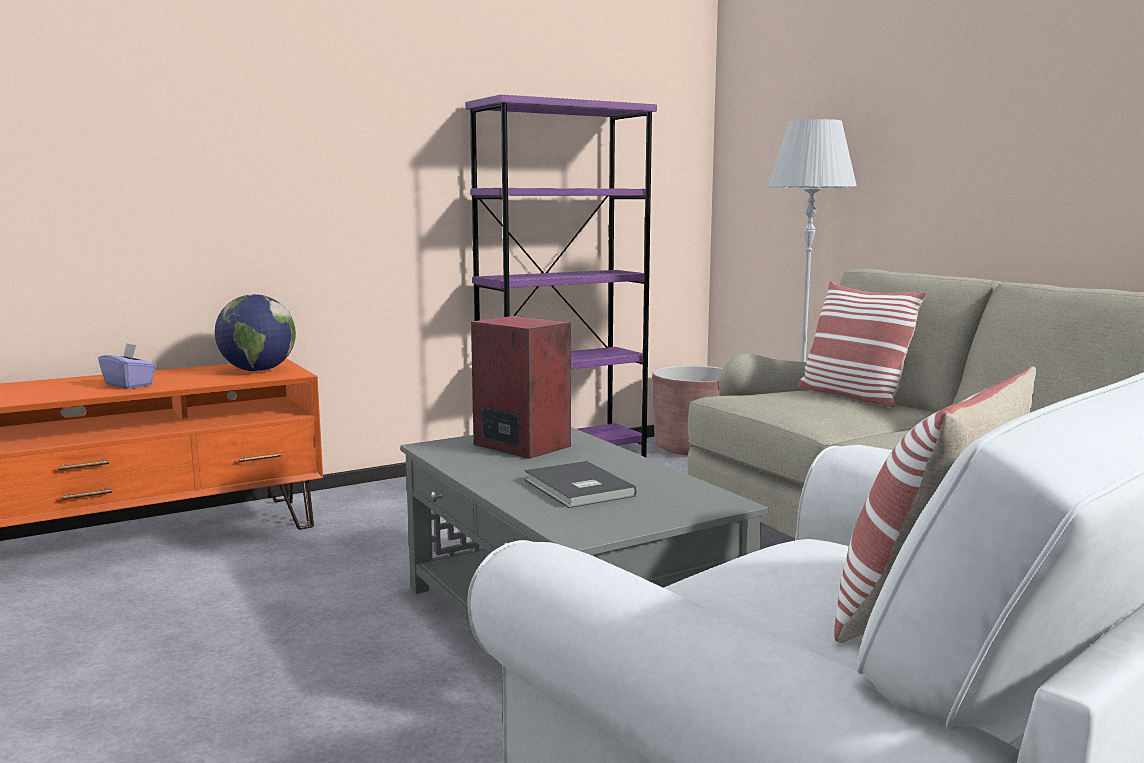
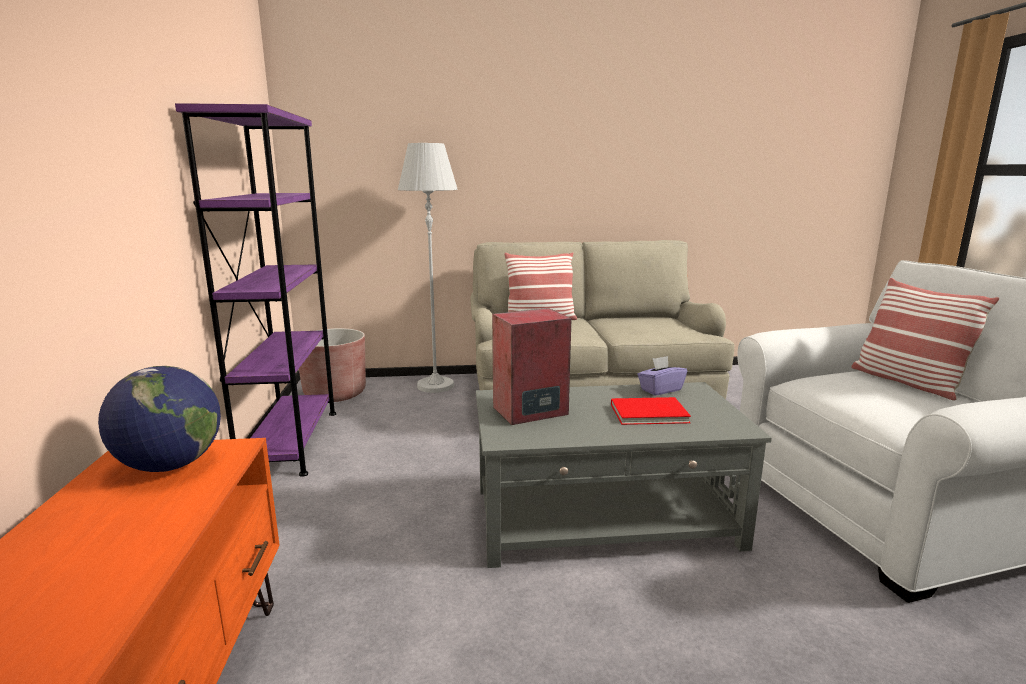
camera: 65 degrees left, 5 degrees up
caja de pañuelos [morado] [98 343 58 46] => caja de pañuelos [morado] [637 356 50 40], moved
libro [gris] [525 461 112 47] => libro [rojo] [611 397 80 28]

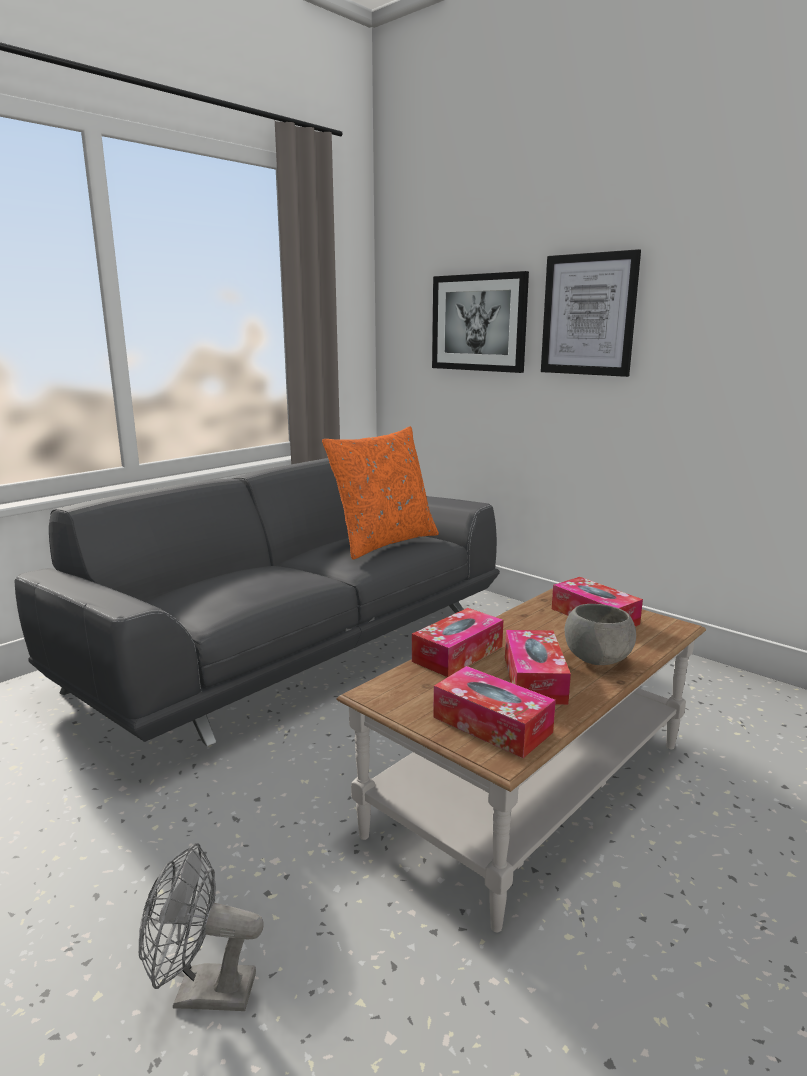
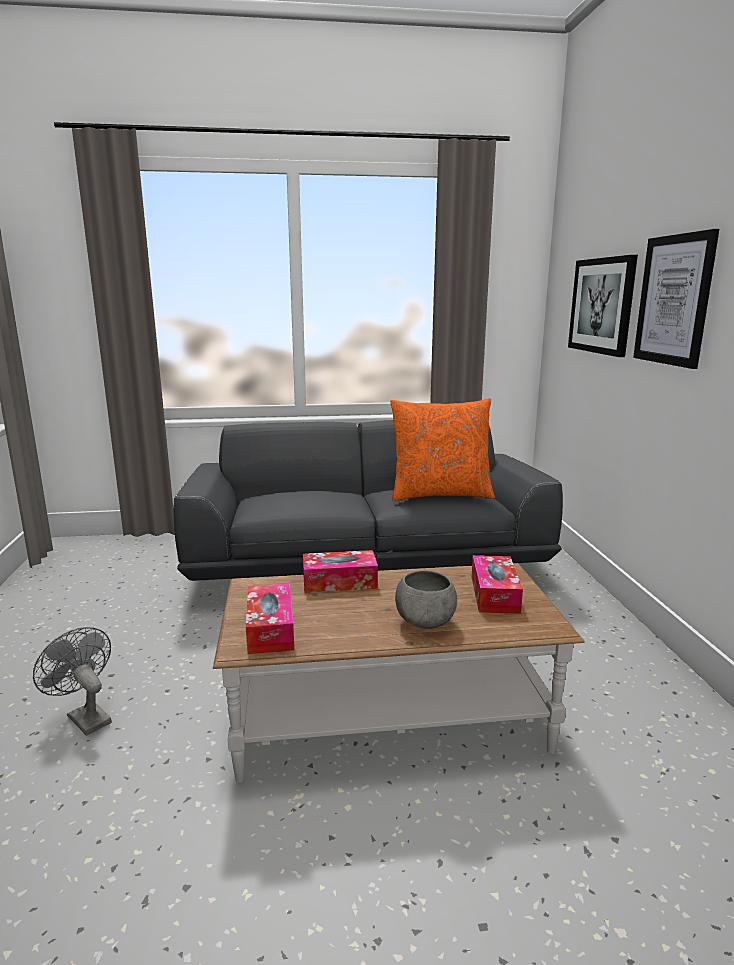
camera: 40 degrees right, 0 degrees up
caja de pañuelos [505 630 66 75] => nothing

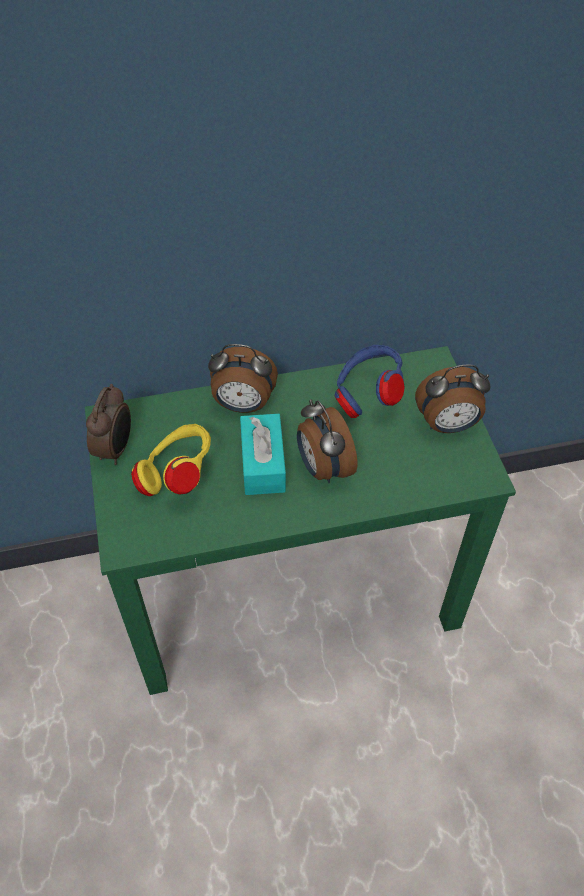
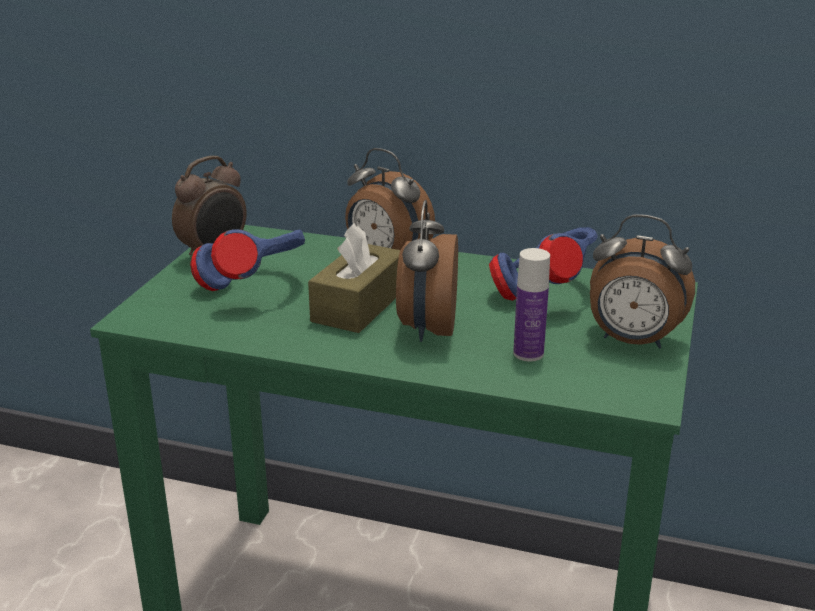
camera: 30 degrees right, 25 degrees down
caja de pañuelos [turquesa] [240 414 46 81] => caja de pañuelos [marrón] [308 223 92 110]
auriculares [amarillo] [131 424 80 72] => auriculares [azul] [190 229 115 62]
nothing => botella [513 248 37 113]

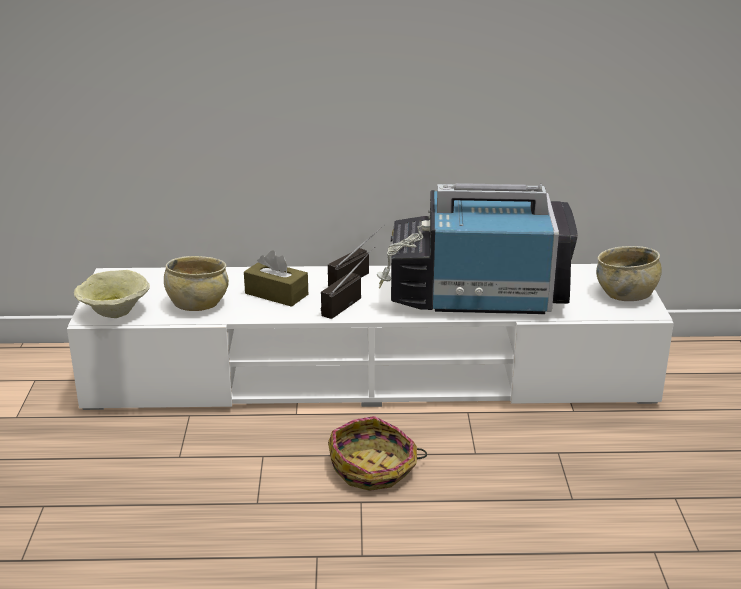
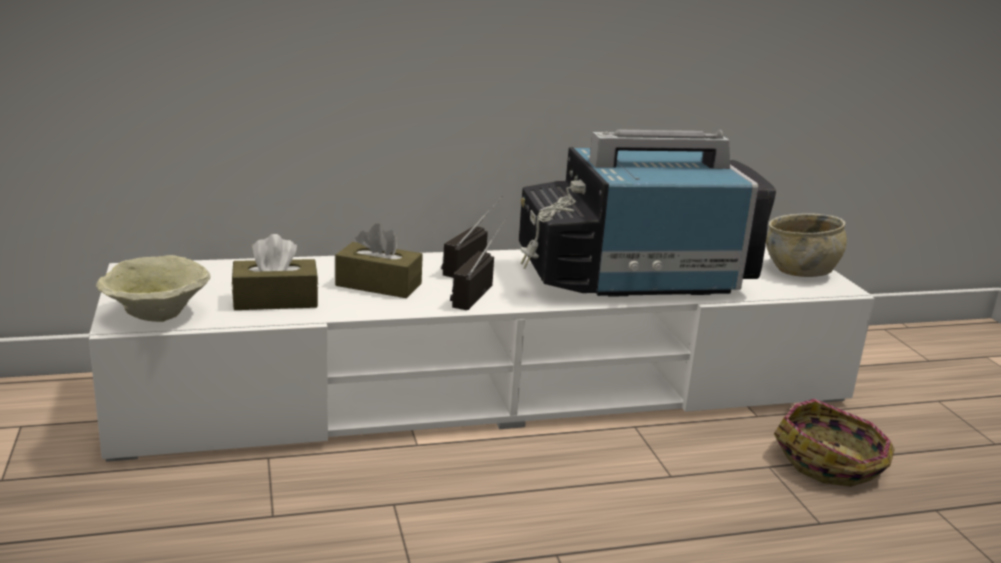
camera: 15 degrees left, 5 degrees down
cuenco [beis] [164 256 65 55] => caja de pañuelos [marrón] [232 234 86 76]
cesta [328 416 99 75] => cesta [774 399 121 88], moved

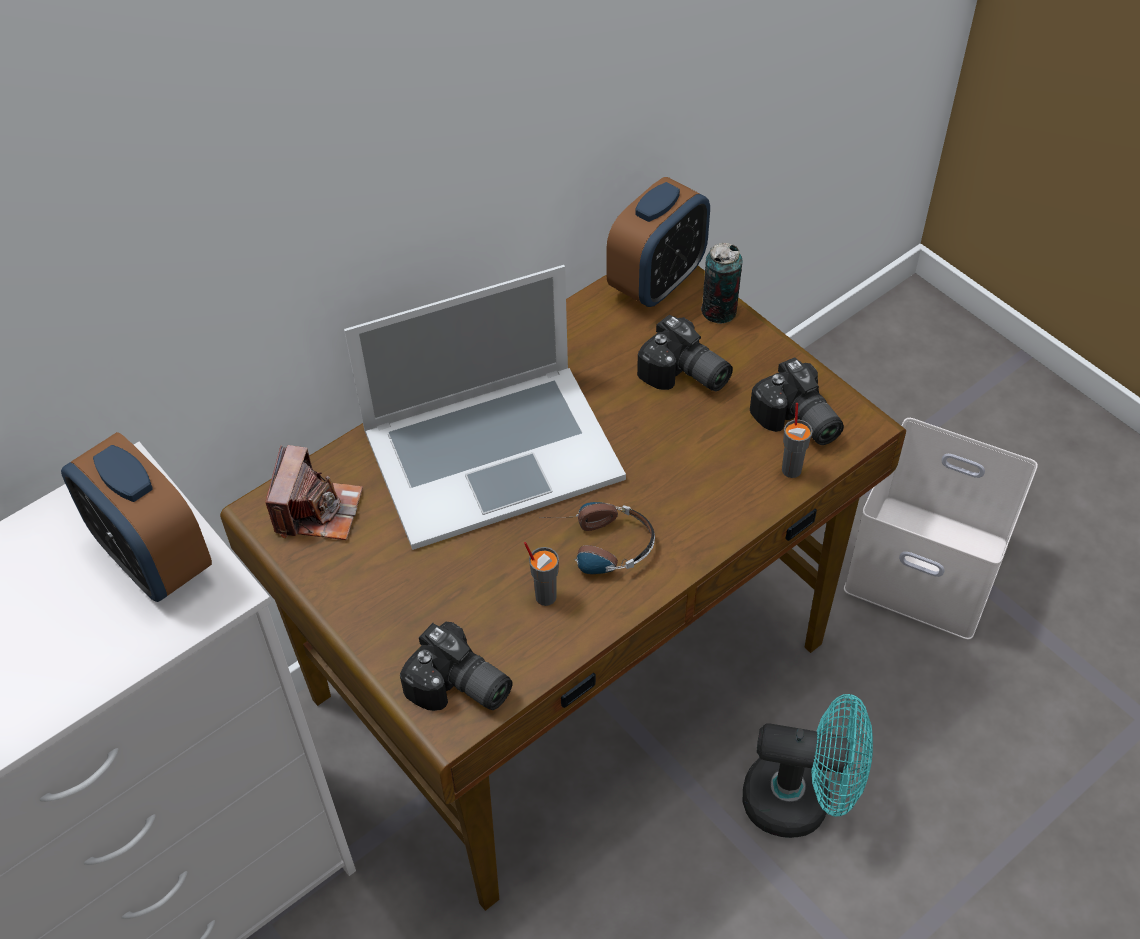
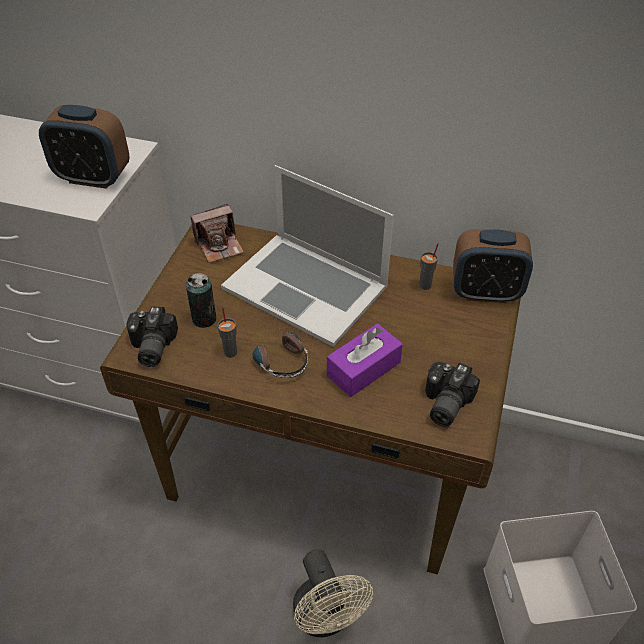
camera: 55 degrees right, 5 degrees down
lata [701 243 41 81] => lata [186 273 30 55], moved
cámara [637 315 96 76] => nothing
taza [gris] [782 403 30 75] => taza [gris] [419 243 20 47], moved
despertador [61 432 151 170] => despertador [39 105 91 84], 90 degrees counterclockwise
ventilador [turquesa] [743 694 130 144] => ventilador [beis] [293 550 80 87]
nothing => caja de pañuelos [morado] [327 323 76 74]

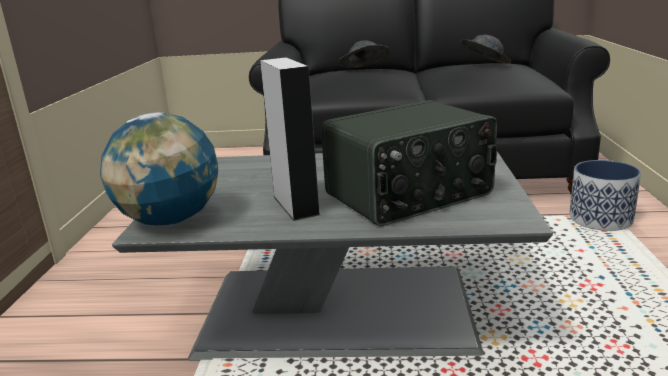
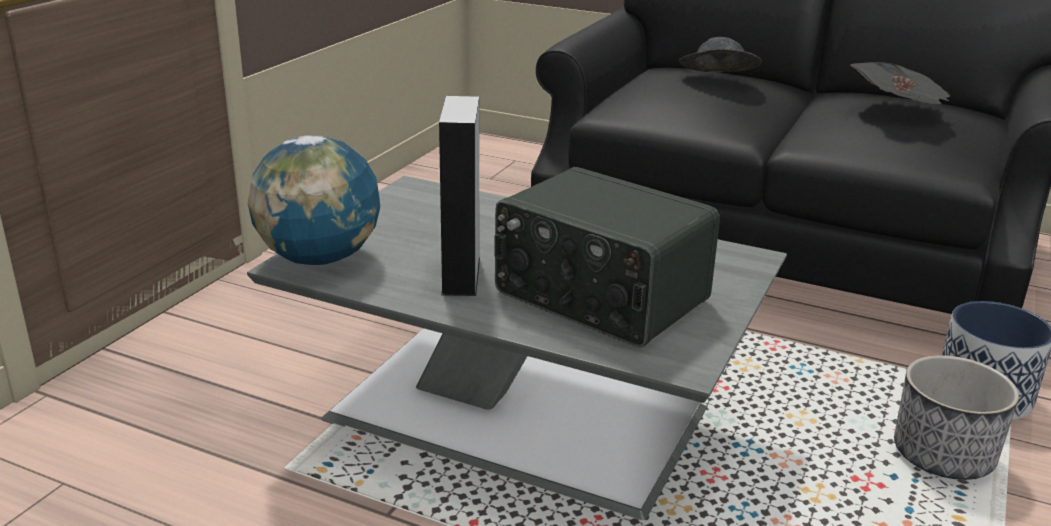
camera: 20 degrees right, 5 degrees up
sombrero [gris] [460 35 51 28] => periódico [851 62 100 42]
radio [321 100 176 126] => radio [494 167 226 180], 45 degrees clockwise
nothing => maceta [894 355 125 125]

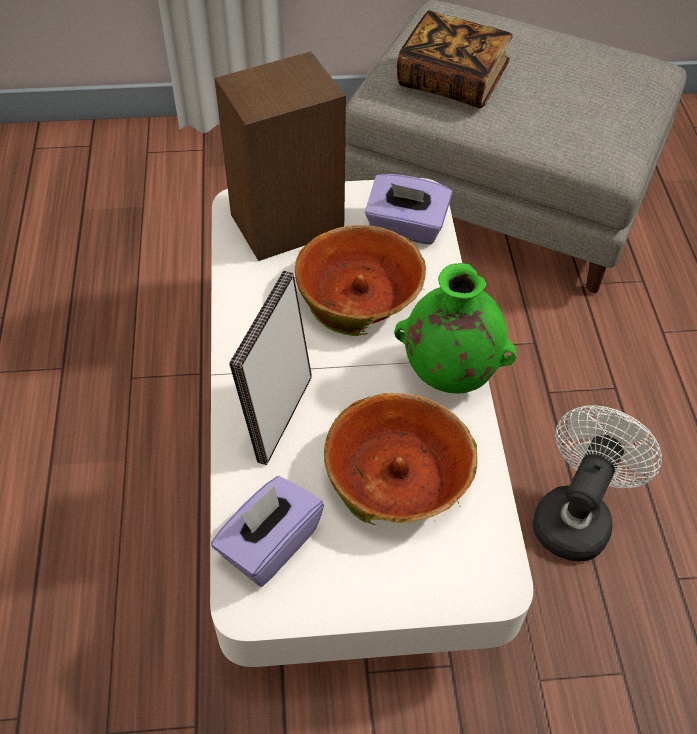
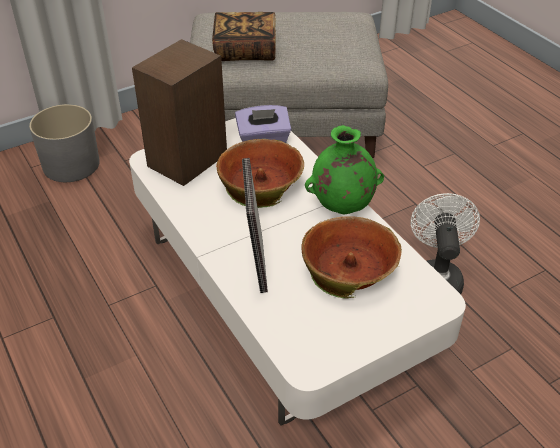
camera: 25 degrees left, 10 degrees down
caja de pañuelos [morado] [211 476 113 111] => nothing
nothing => maceta [gris] [29 104 71 78]

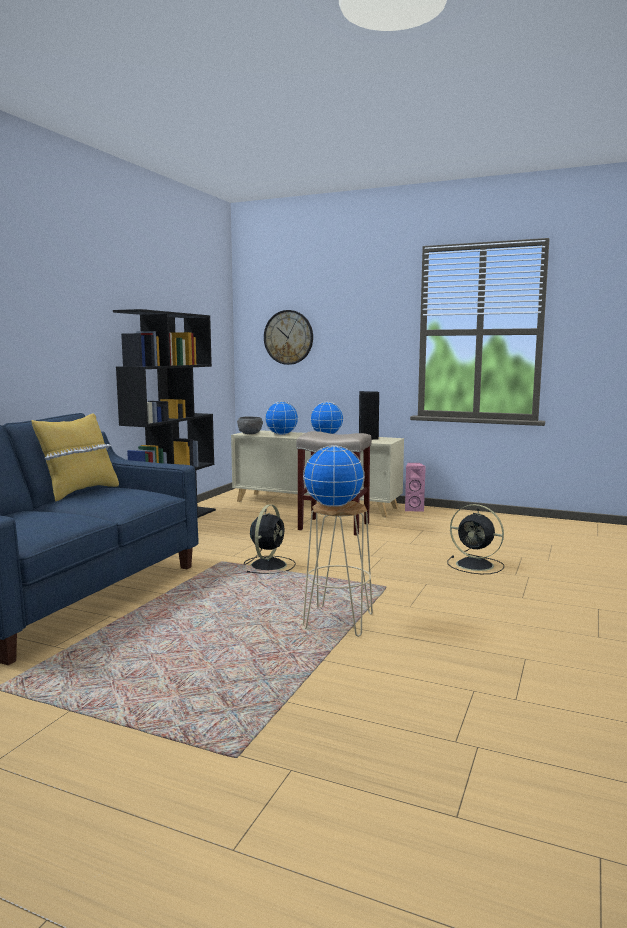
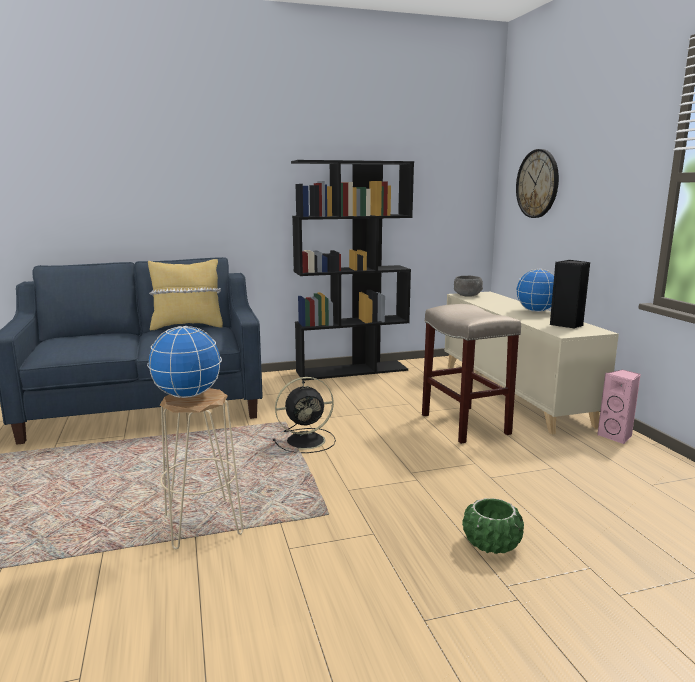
camera: 50 degrees right, 5 degrees up
globo terráqueo [265 401 33 34] => nothing
ventilador [negro] [448 504 56 70] => maceta [verde] [462 498 62 56]

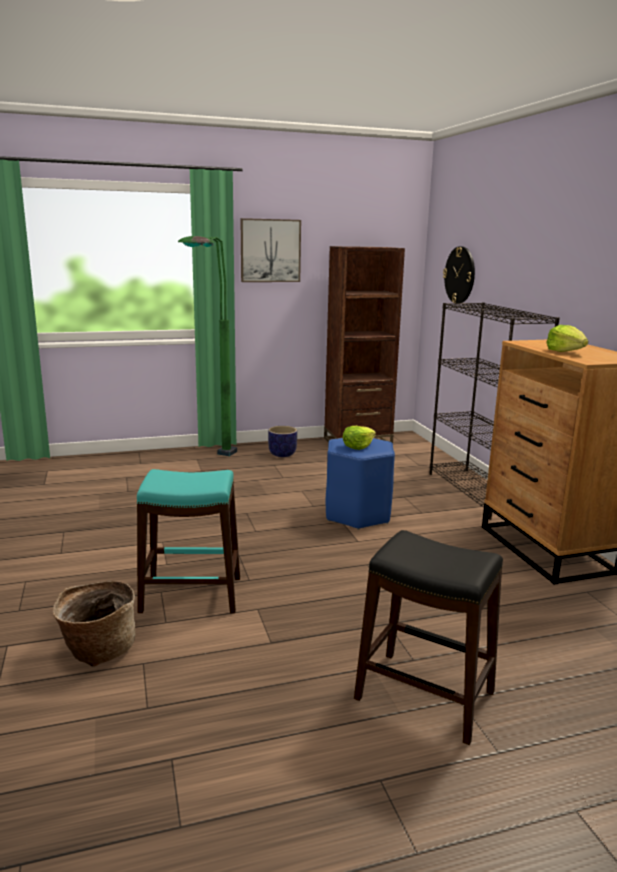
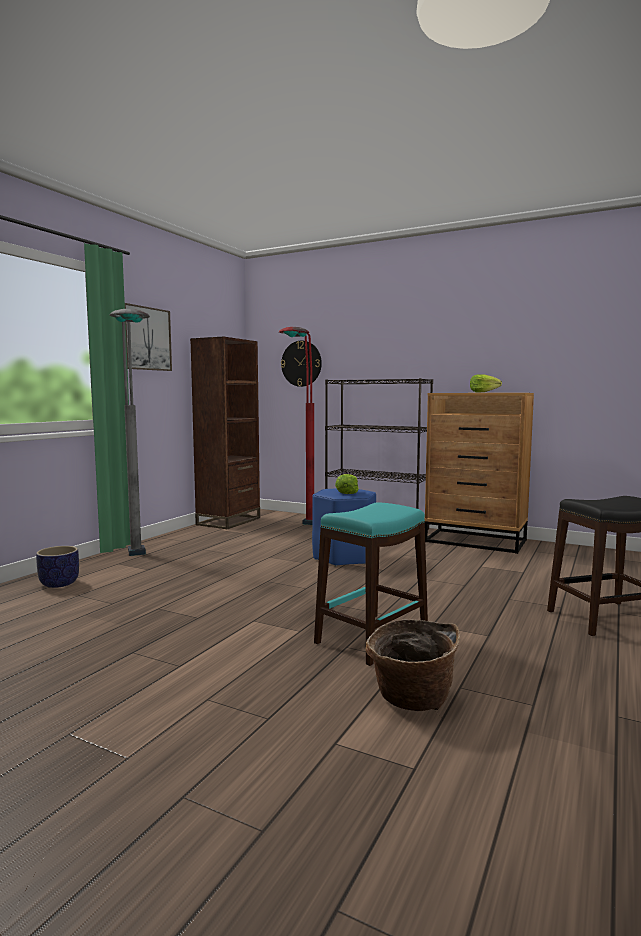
camera: 45 degrees left, 10 degrees down
lámpara de pie [verde] [178 236 59 220] => lámpara de pie [gris] [110 309 40 247]
maceta [268 426 29 31] => maceta [36 546 43 42], moved
nothing => lámpara de pie [rojo] [279 327 35 198]

